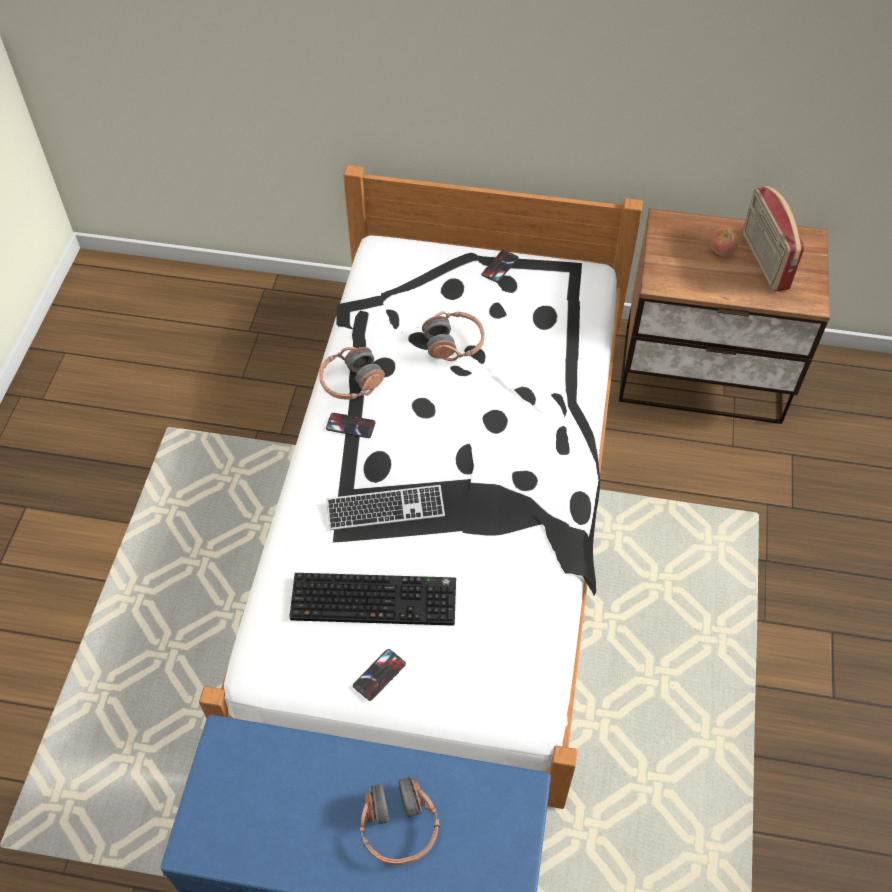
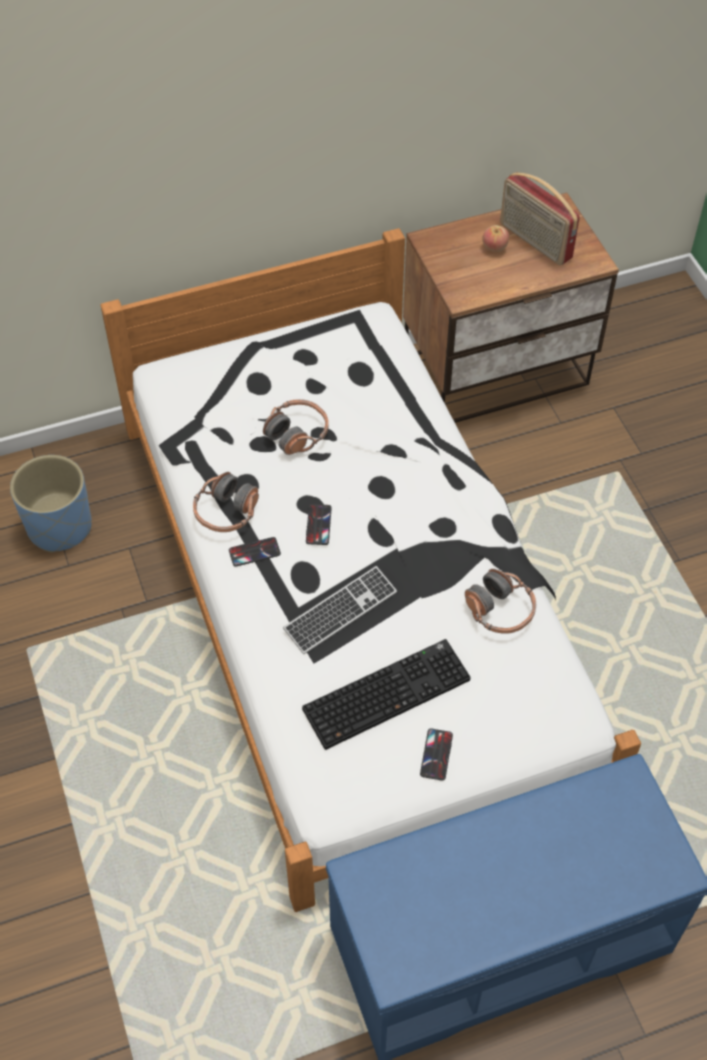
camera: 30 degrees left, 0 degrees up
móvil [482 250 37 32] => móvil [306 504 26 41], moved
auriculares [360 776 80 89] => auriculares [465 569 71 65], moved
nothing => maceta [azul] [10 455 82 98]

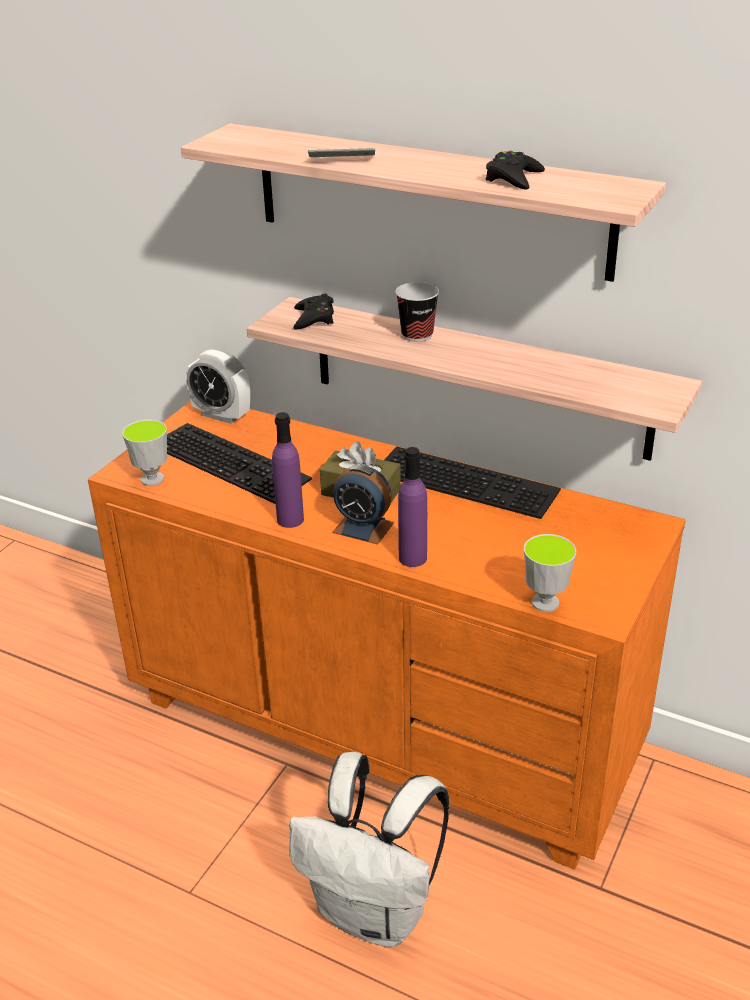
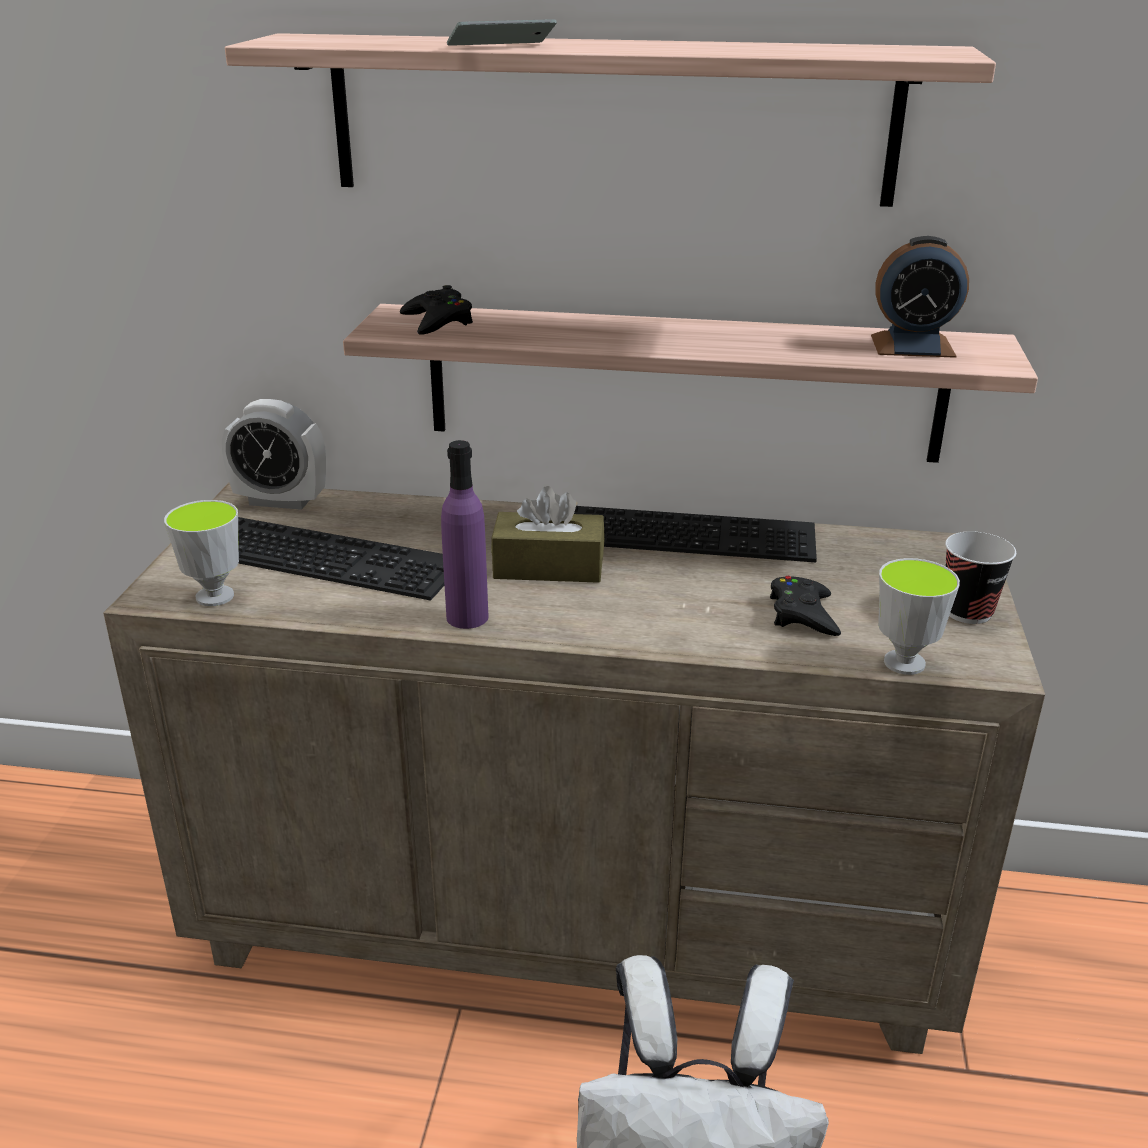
camera: 20 degrees left, 5 degrees down
mando de consola [negro] [486 151 59 38] => mando de consola [negro] [770 576 71 60], moved
taza [395 282 44 60] => taza [945 531 71 93], moved
cómoda [naranja] [88 401 598 469] => cómoda [beis] [103 483 942 571]
botella [morado] [398 447 29 120] => nothing
despertador [332 465 62 79] => despertador [871 236 98 122], moved

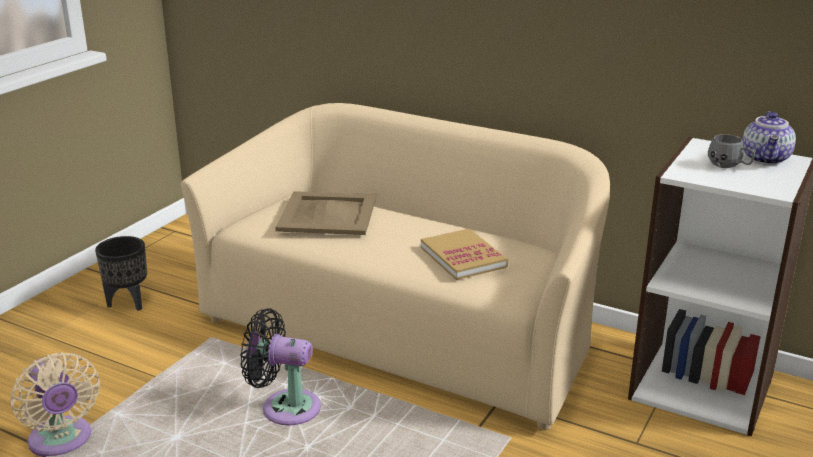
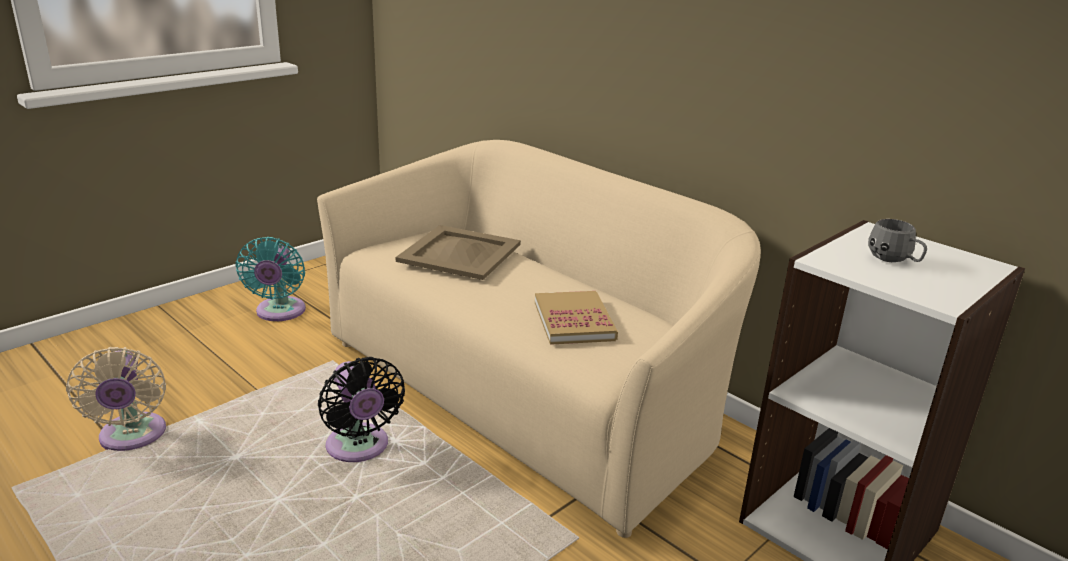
camera: 15 degrees right, 0 degrees up
tetera [742 111 54 54] => nothing
maceta [negro] [95 236 52 75] => ventilador [turquesa] [235 237 71 84]
ventilador [negro] [240 308 81 117] => ventilador [negro] [318 357 87 105], 150 degrees counterclockwise

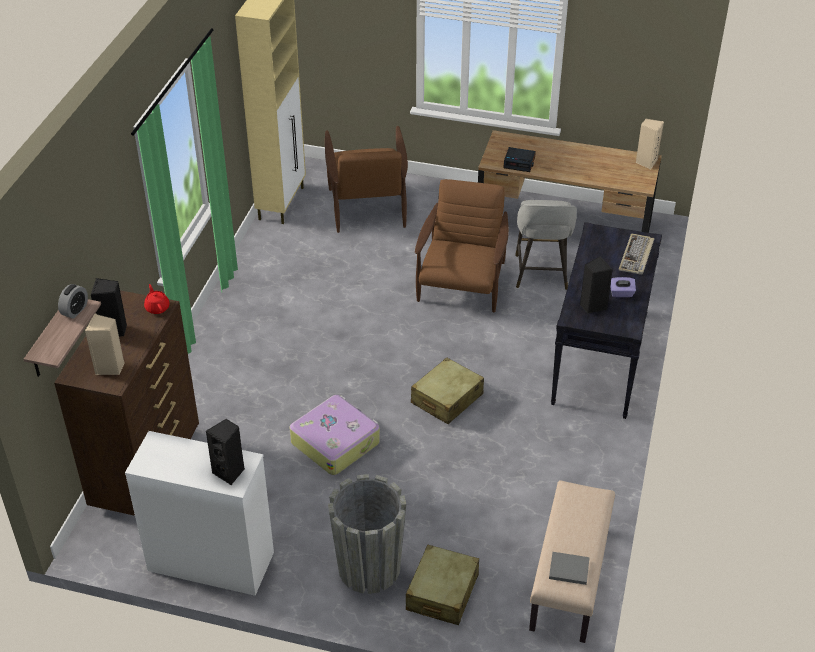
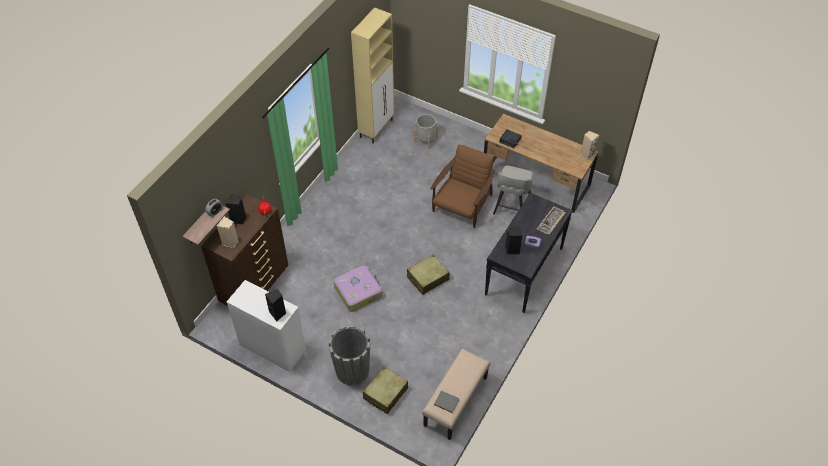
camera: 15 degrees right, 10 degrees up
sillón [marrón] [325 126 83 107] => maceta [gris] [414 114 24 35]

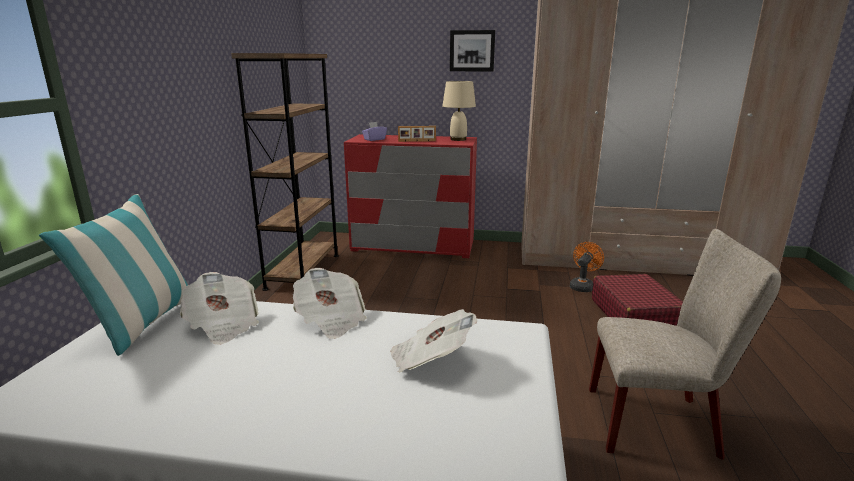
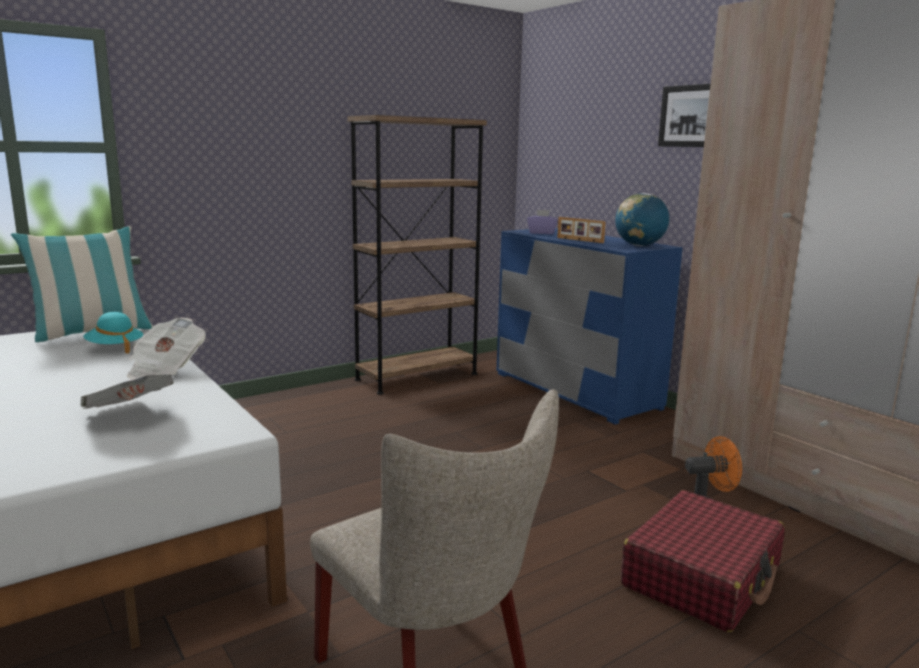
camera: 45 degrees right, 5 degrees down
lámpara de mesa [beis] [442 81 34 60] => globo terráqueo [615 193 54 53]
cómoda [rojo] [344 134 133 124] => cómoda [azul] [497 228 186 197]
periódico [180 272 79 73] => sombrero [turquesa] [83 312 60 42]

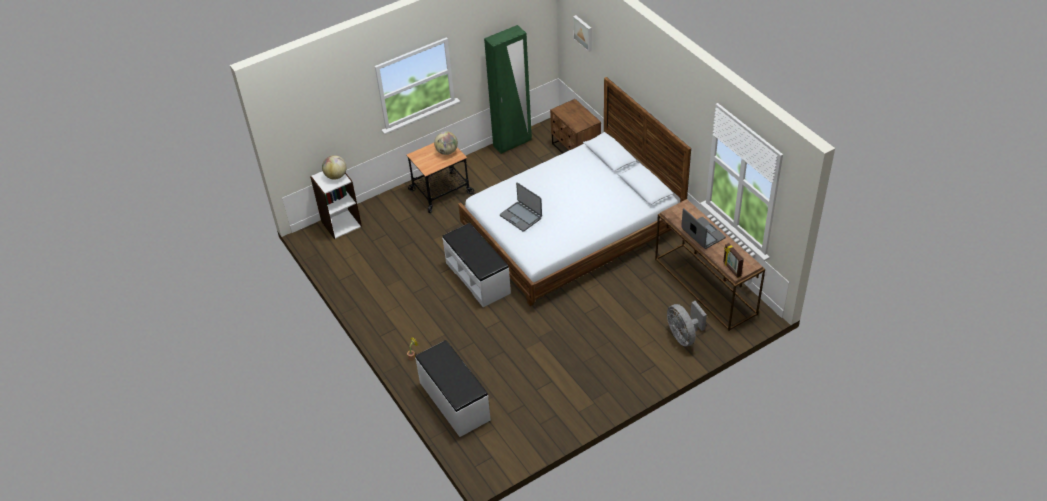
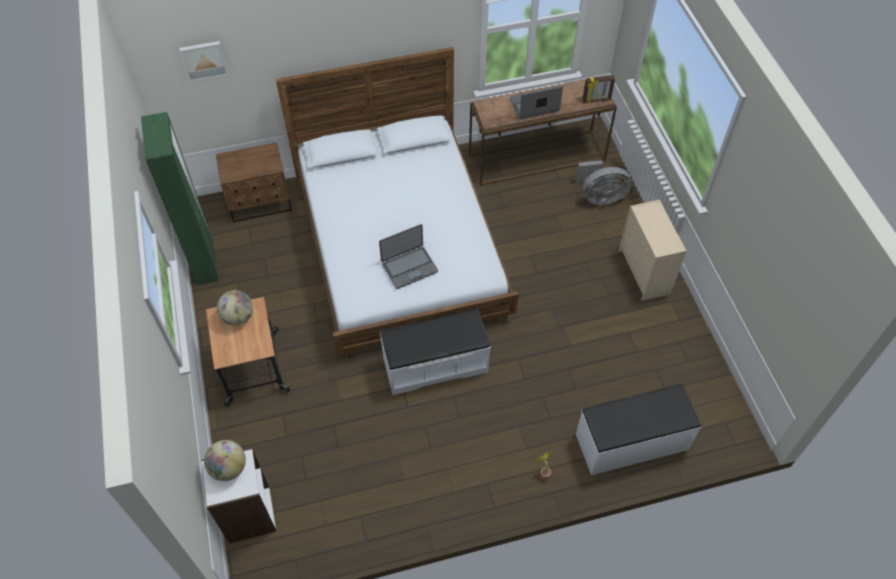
camera: 75 degrees left, 10 degrees up
nothing => cómoda [beis] [618 200 69 101]

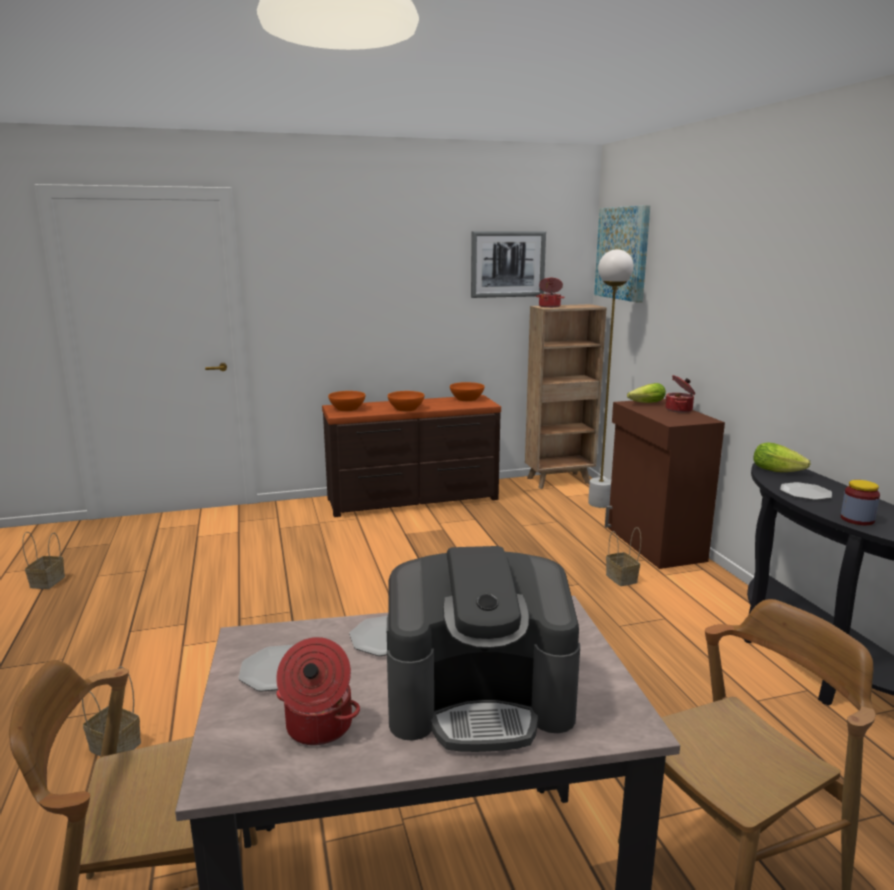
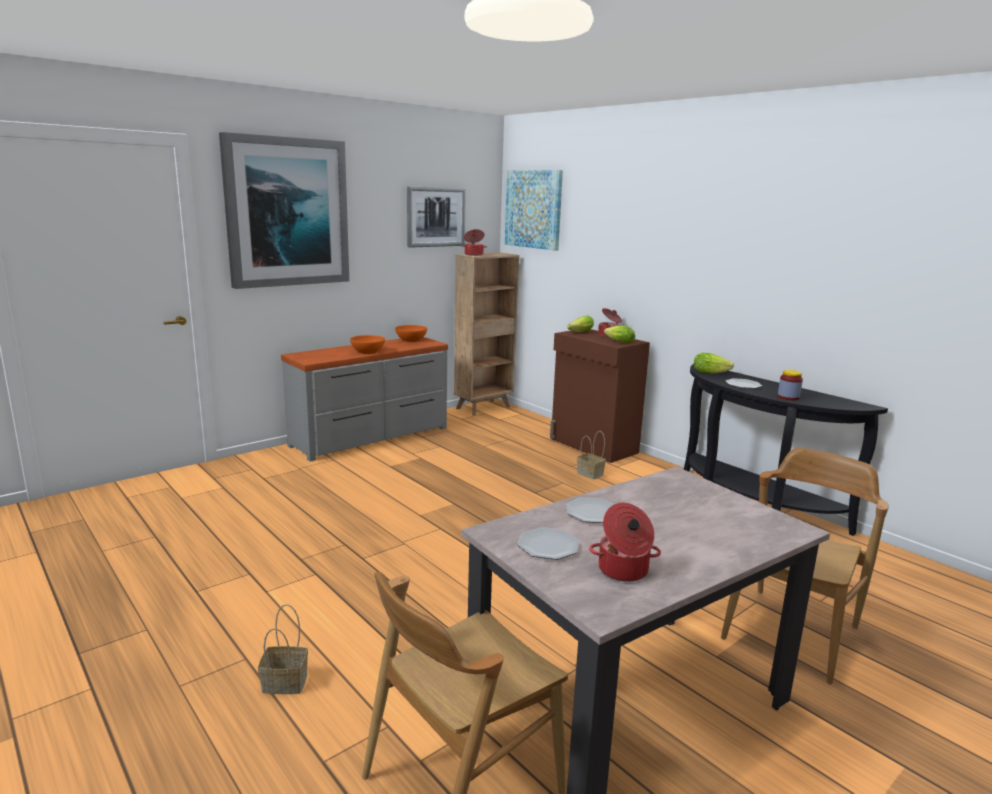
camera: 25 degrees left, 0 degrees up
lámpara de pie [blanco] [588 249 46 259] => nothing
cuenco [naranja] [328 391 37 20] => nothing
cómoda [marrón] [322 395 179 122] => cómoda [gris] [281 337 167 125]
cesta [22 532 43 57] => nothing
cafetera [387 546 193 206] => nothing
nothing => cuadro [219 132 130 157]
nothing => lechuga [604 325 31 18]

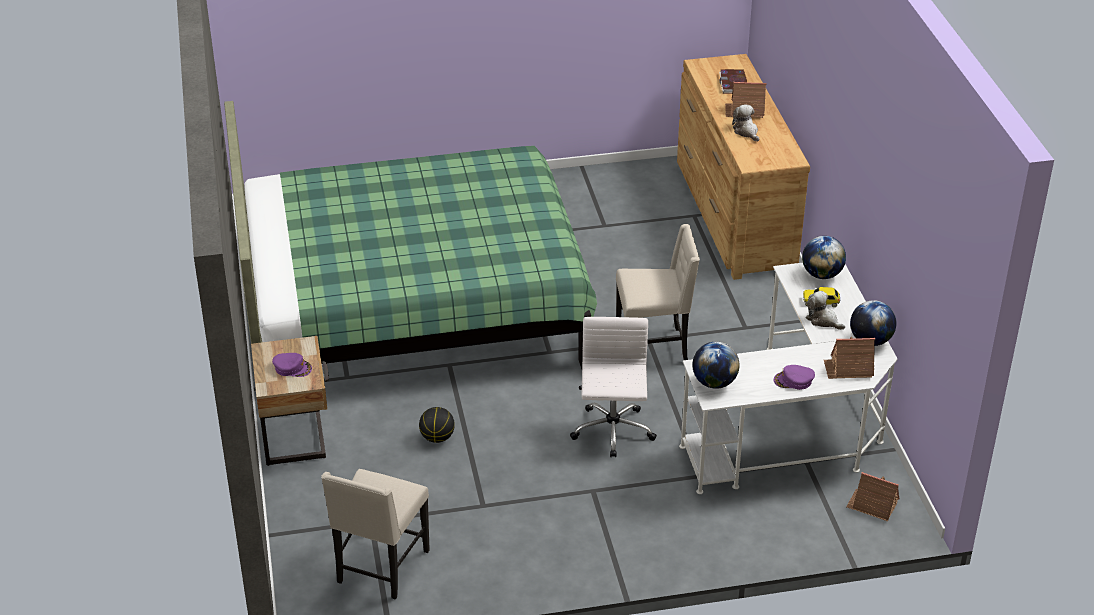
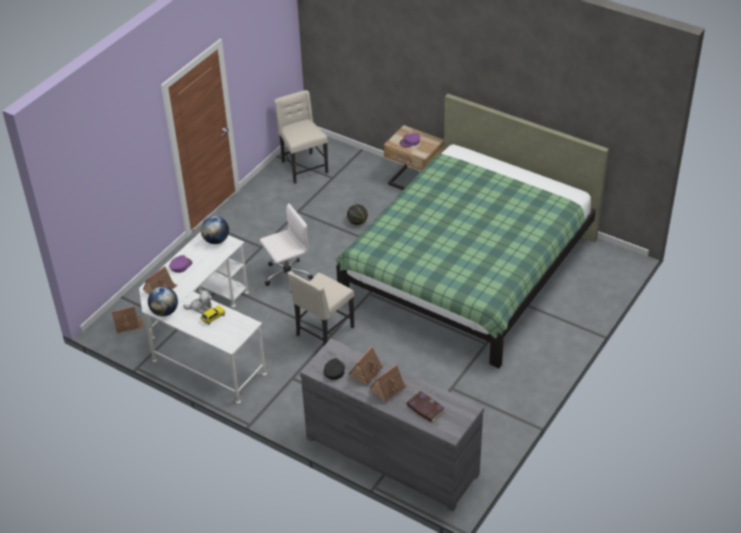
camera: 135 degrees right, 5 degrees up
cómoda [marrón] [677 54 133 226] => cómoda [gris] [300 338 184 174]
peluche [732 105 27 37] => casita [349 346 35 38]
globo terráqueo [802 236 44 43] => nothing
silla de oficina [blanco] [570 317 87 140] => silla de oficina [blanco] [260 203 53 83], 75 degrees counterclockwise
nothing => gorra [negro] [324 358 21 22]

